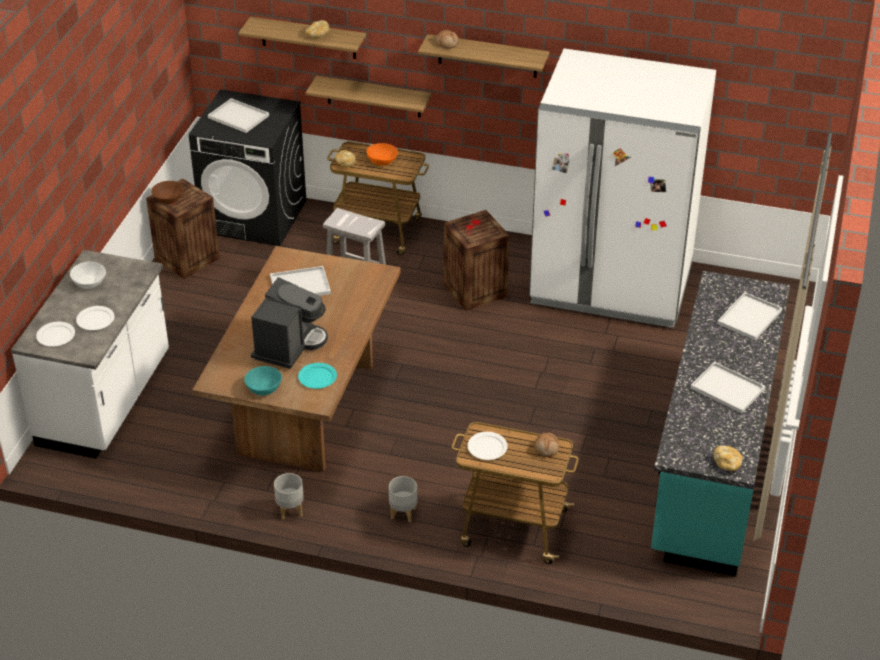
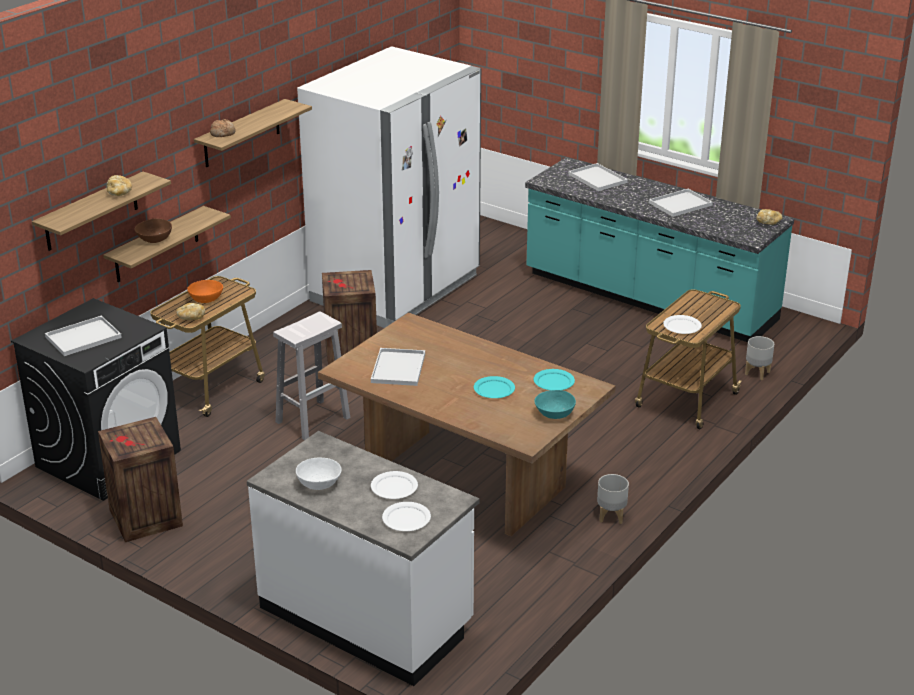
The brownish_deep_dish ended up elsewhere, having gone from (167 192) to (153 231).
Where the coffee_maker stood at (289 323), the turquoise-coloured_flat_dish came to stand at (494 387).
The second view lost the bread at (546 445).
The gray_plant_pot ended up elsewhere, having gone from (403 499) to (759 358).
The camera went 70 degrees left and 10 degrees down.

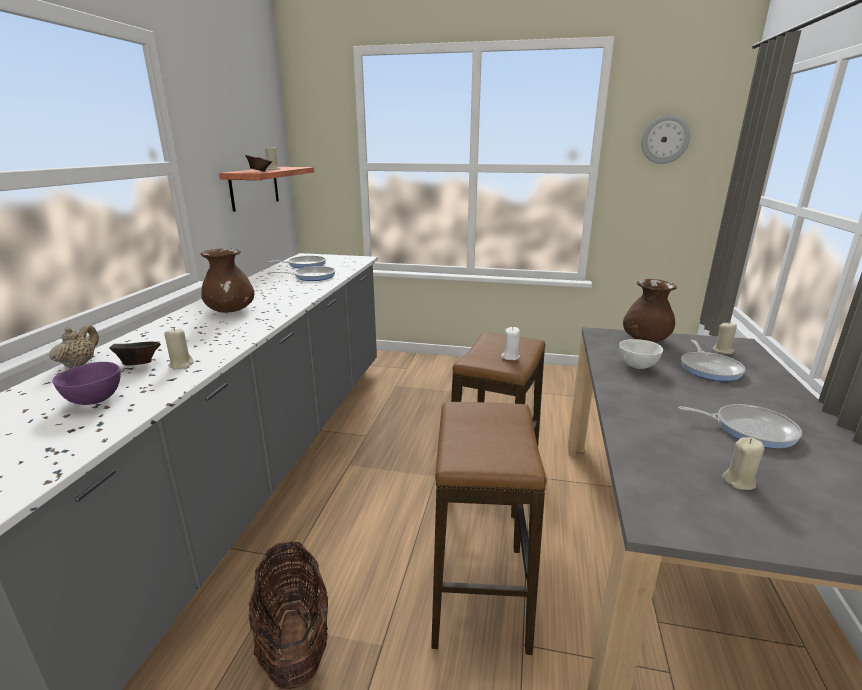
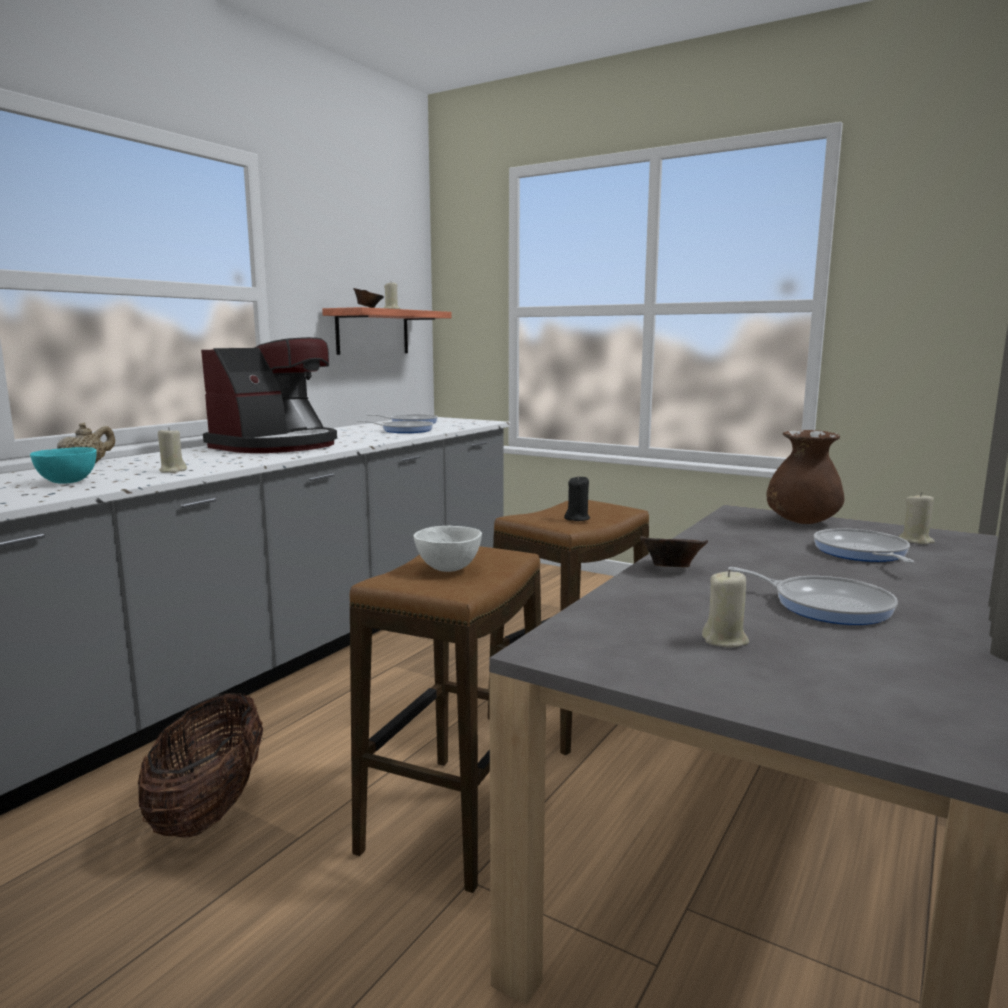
The second view lost the wall_clock at (665 139).
Where the brownish_flower_vase stood at (227 280), the coffee_maker came to stand at (269 395).
What was the white-coloured_candle at (510 343) turned into the black_candle at (577 498).
The white-coloured_deep_dish ended up elsewhere, having gone from (641 354) to (447 549).
The frying_pan at (713 360) ended up facing another way, 150 degrees clockwise from before.
The brownish_deep_dish ended up elsewhere, having gone from (135 354) to (674 551).
What was the purple-coloured_deep_dish at (86 383) turned into the turquoise-coloured_deep_dish at (63 465).
The camera went 20 degrees right and 10 degrees down.

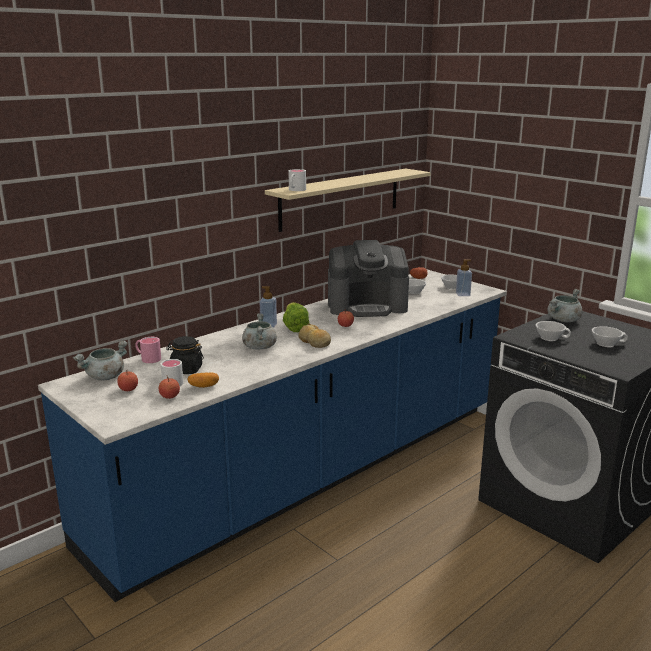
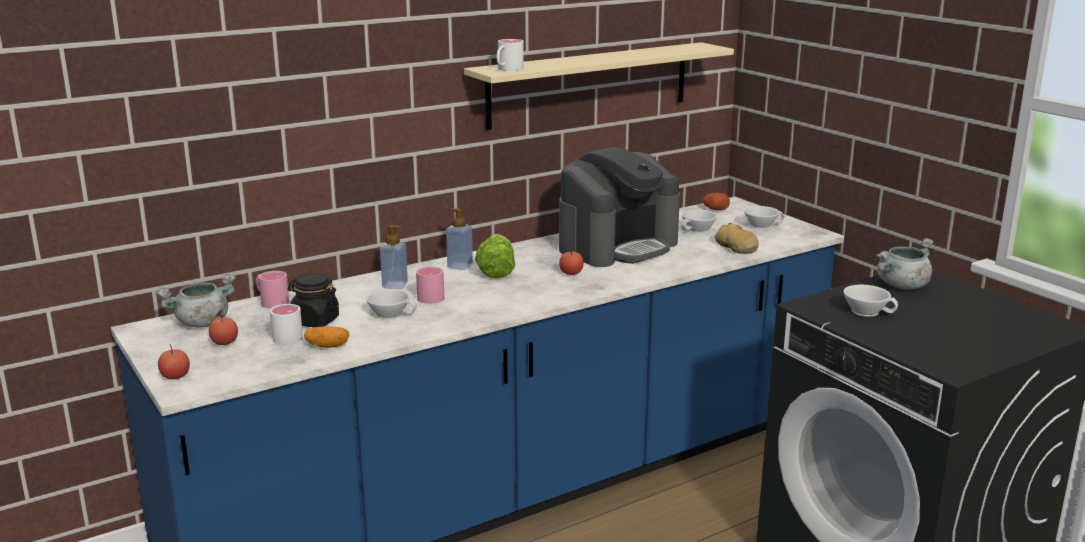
The coffee_maker at (368 278) ended up facing another way, 45 degrees counterclockwise from before.
The soap_bottle ended up elsewhere, having gone from (464 277) to (394 257).
Where the gray_cooking_pot stood at (259 331), the pink-coloured_tea_mug came to stand at (430 285).
The bread ended up elsewhere, having gone from (314 336) to (737 238).
The white-coloured_small_cup ended up elsewhere, having gone from (610 336) to (391 304).
The apple_fruit ended up elsewhere, having gone from (169 387) to (174 361).
The camera went 10 degrees right and 0 degrees up.

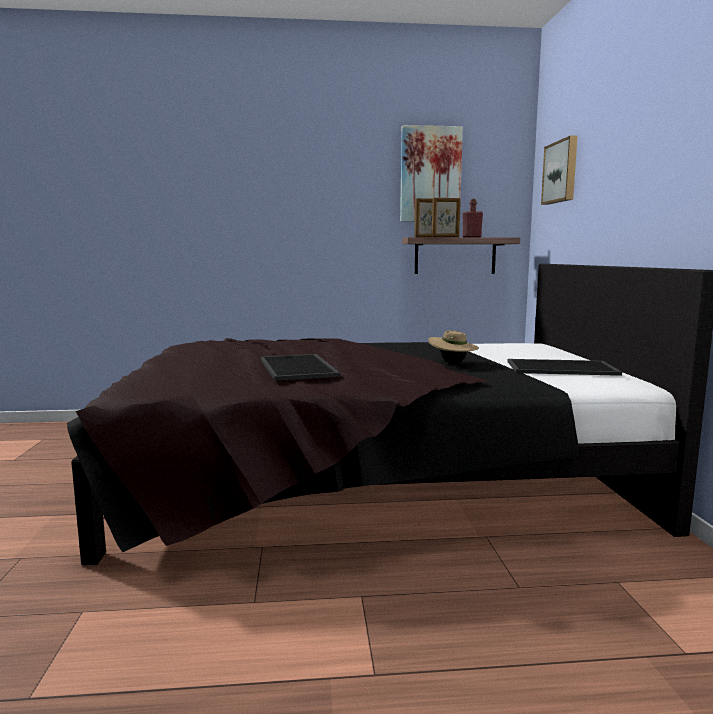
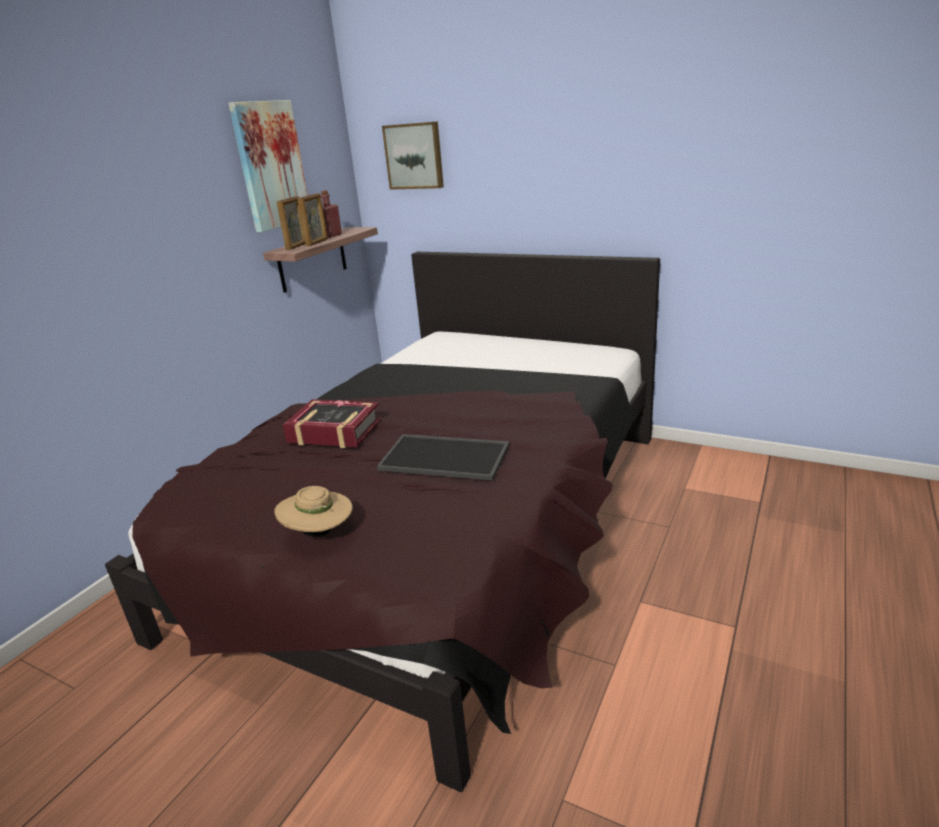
The sand-coloured_hat ended up elsewhere, having gone from (453 347) to (313 511).
The second view lost the serving_tray at (565 367).
The second view gained the book at (332 423).
The camera went 55 degrees left and 15 degrees up.

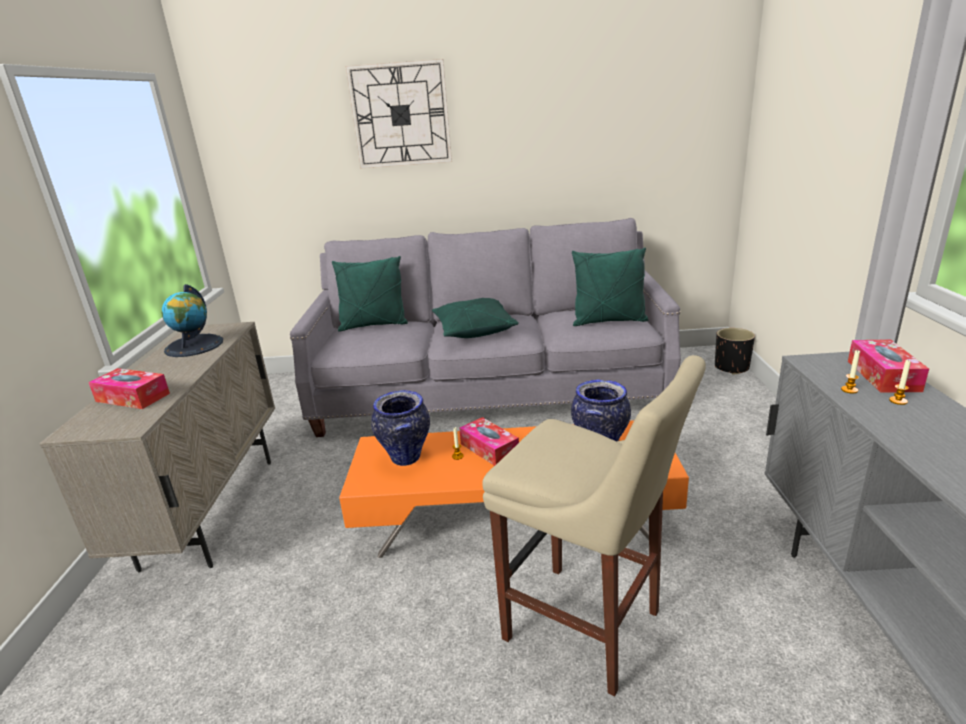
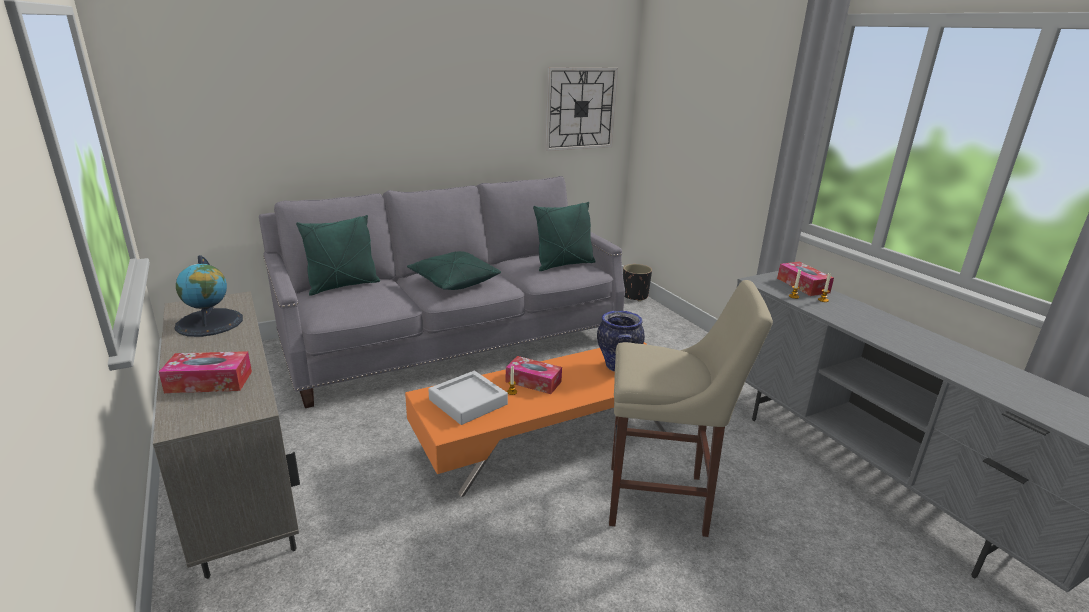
The wall_clock ended up elsewhere, having gone from (399 114) to (581 109).
Where the flower_vase stood at (400 428), the gray_serving_tray came to stand at (468 398).
The camera went 30 degrees left and 0 degrees up.

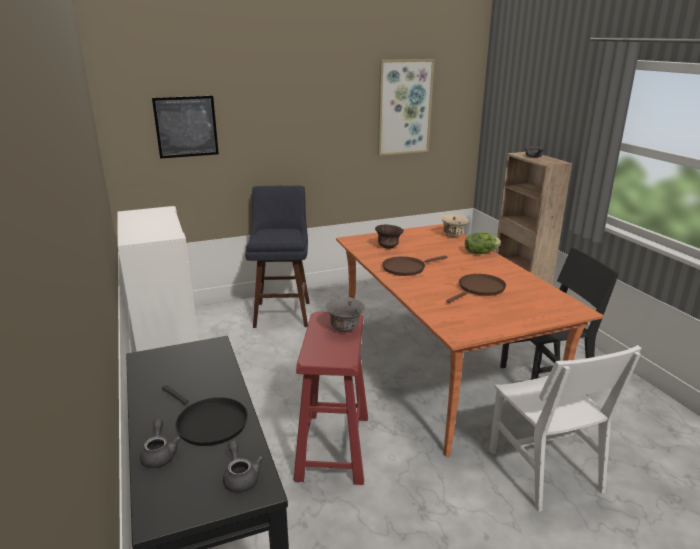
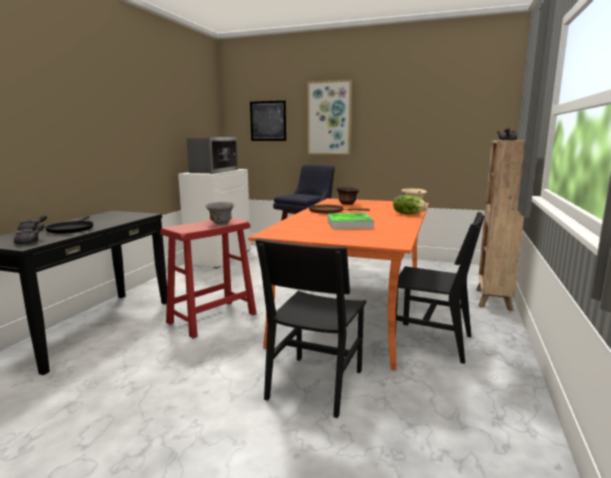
The picture ended up elsewhere, having gone from (406 107) to (330 117).
Where the brownish_frying_pan stood at (476 288), the serving_tray came to stand at (350 221).
What was the white-coloured_plain_chair at (565 428) turned into the black_plain_chair at (310 328).
The second view gained the microwave_oven at (212 155).
The camera went 40 degrees right and 10 degrees down.

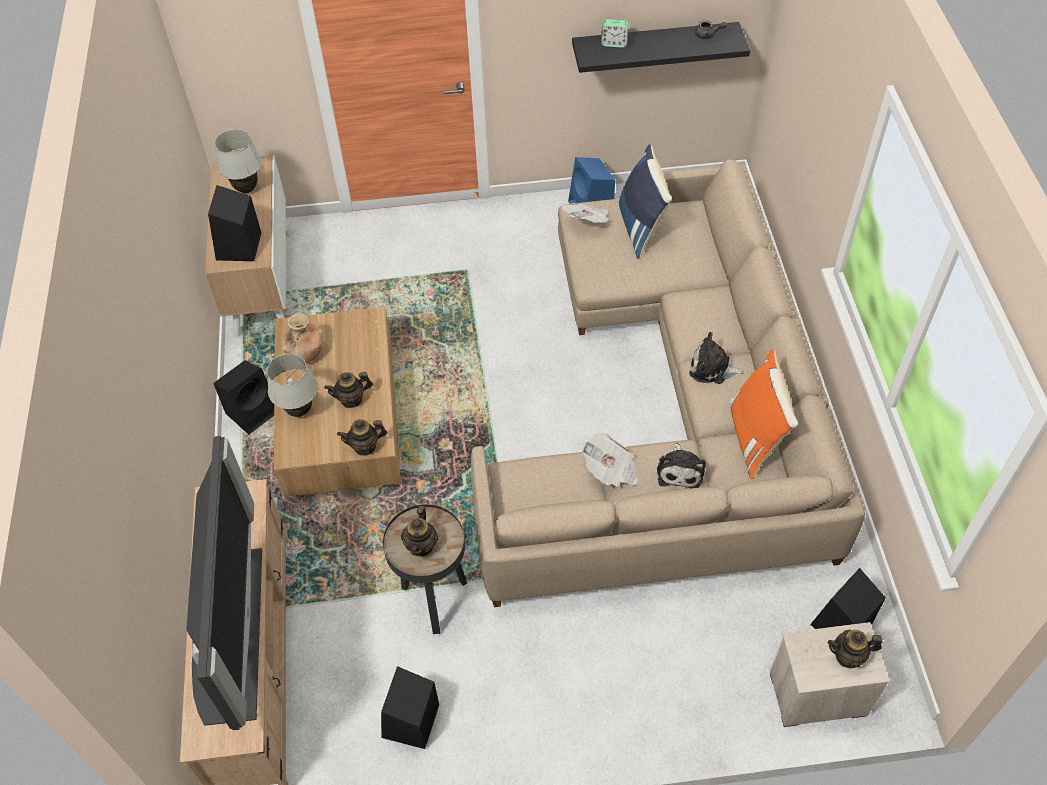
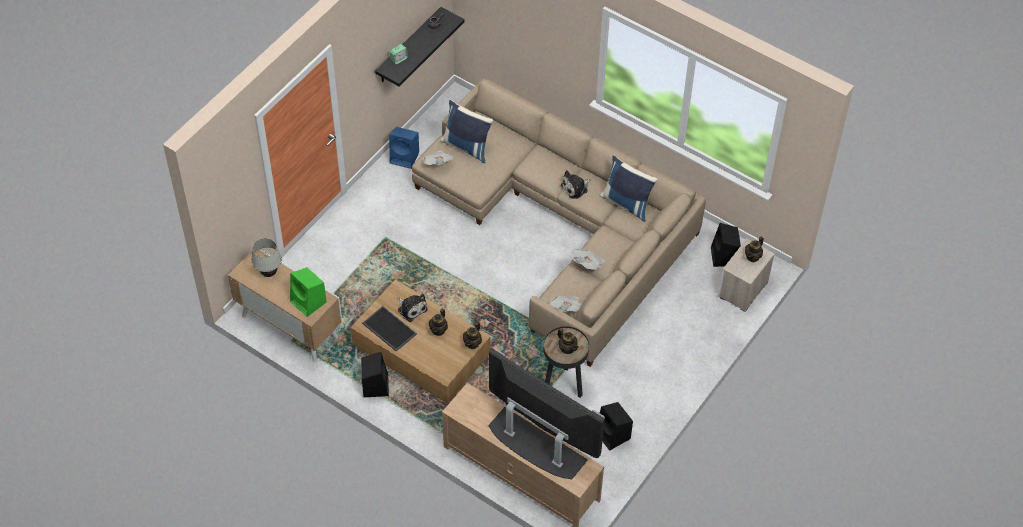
What was the black_audio_speaker at (234 223) turned into the green_audio_speaker at (308 292).
Where the brownish_flower_vase stood at (302 338), the serving_tray came to stand at (389 329).
What was the orange-coloured_pillow at (763 414) turned into the bluish_pillow at (628 188).
The second view lost the white-coloured_lamp_for_a_table at (292 385).
The cuddly_toy ended up elsewhere, having gone from (681 465) to (412 308).
The second view gained the newspaper at (566 303).
The camera went 50 degrees left and 0 degrees up.

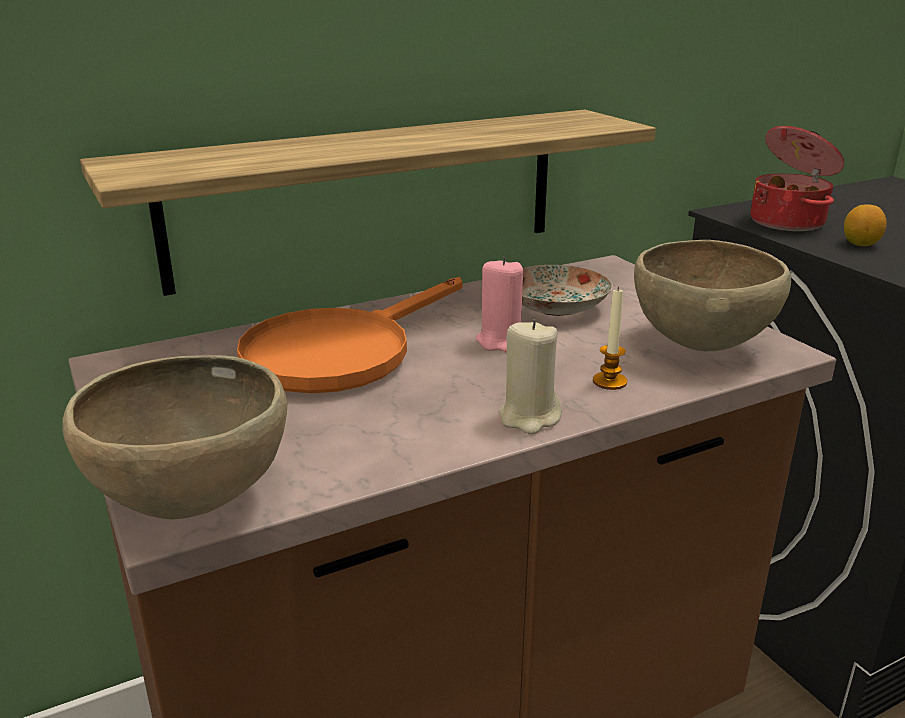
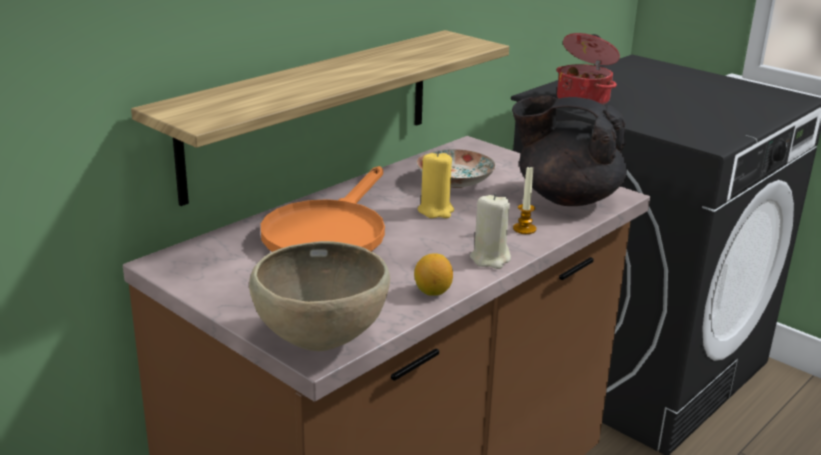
The citrus_fruit ended up elsewhere, having gone from (865 225) to (433 274).
Where the brownish_deep_dish stood at (712 295), the black_teapot came to stand at (569 150).
What was the pink-coloured_candle at (499 304) turned into the yellow_candle at (436 184).
The camera went 20 degrees left and 0 degrees up.

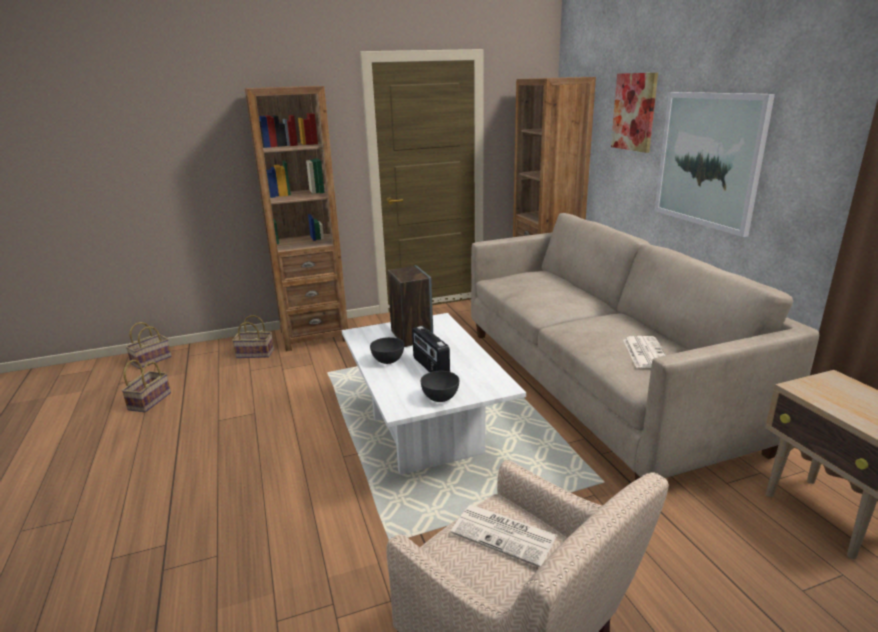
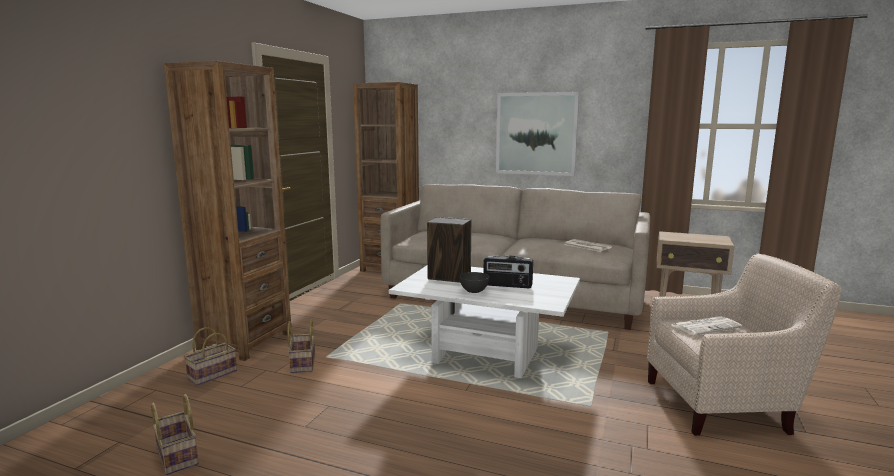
The second view lost the picture at (634 113).
The household_basket ended up elsewhere, having gone from (148 345) to (301 346).
The second view lost the gray_deep_dish at (440 386).
The camera went 50 degrees left and 10 degrees down.

